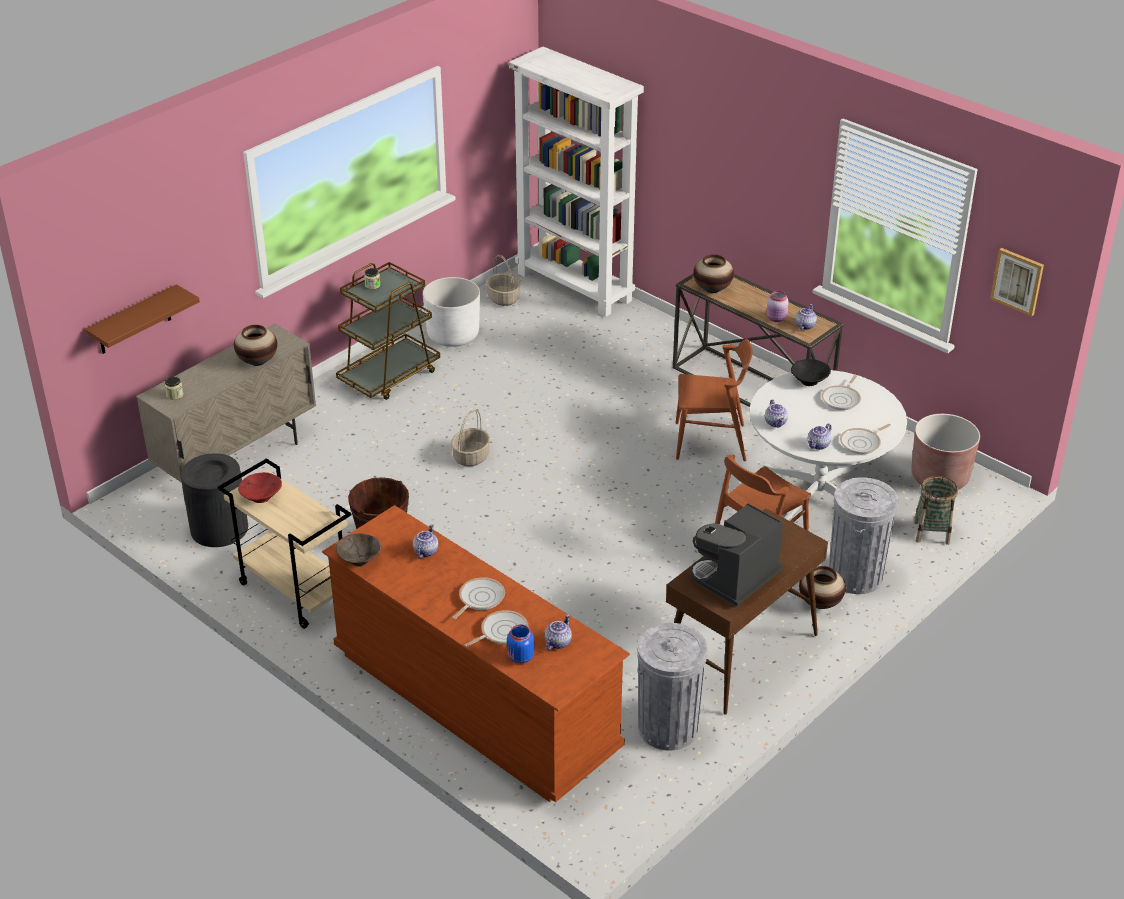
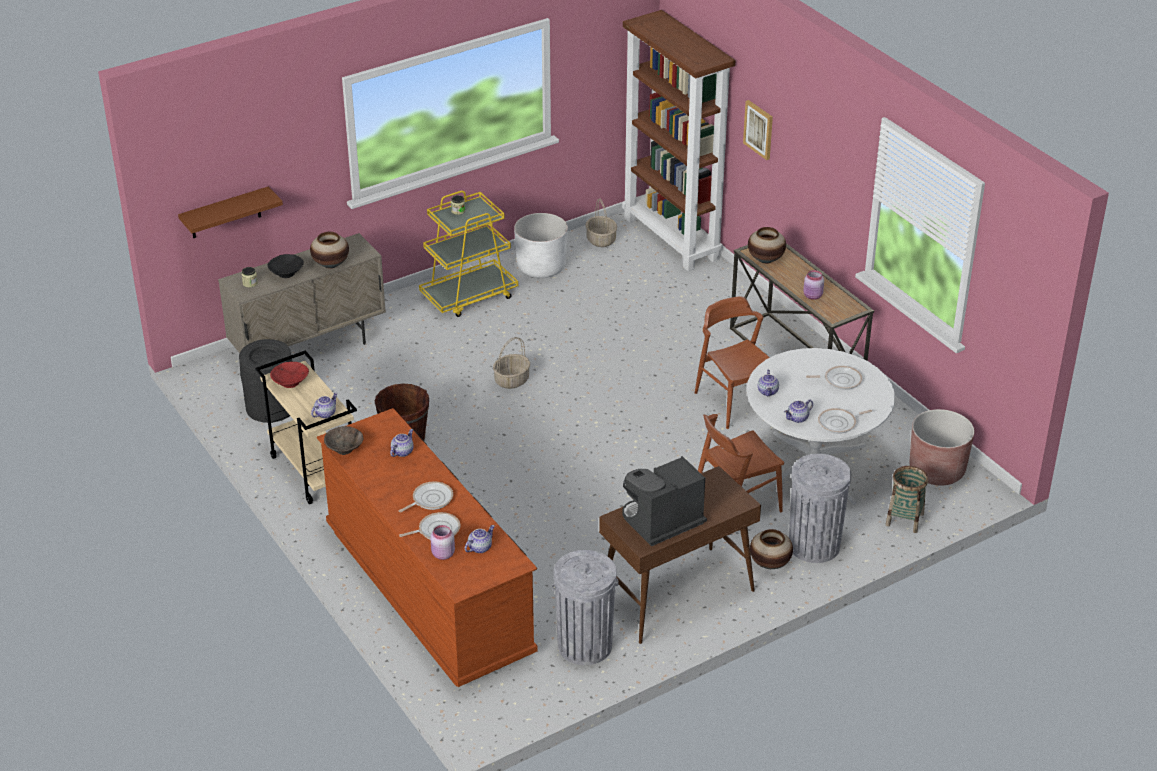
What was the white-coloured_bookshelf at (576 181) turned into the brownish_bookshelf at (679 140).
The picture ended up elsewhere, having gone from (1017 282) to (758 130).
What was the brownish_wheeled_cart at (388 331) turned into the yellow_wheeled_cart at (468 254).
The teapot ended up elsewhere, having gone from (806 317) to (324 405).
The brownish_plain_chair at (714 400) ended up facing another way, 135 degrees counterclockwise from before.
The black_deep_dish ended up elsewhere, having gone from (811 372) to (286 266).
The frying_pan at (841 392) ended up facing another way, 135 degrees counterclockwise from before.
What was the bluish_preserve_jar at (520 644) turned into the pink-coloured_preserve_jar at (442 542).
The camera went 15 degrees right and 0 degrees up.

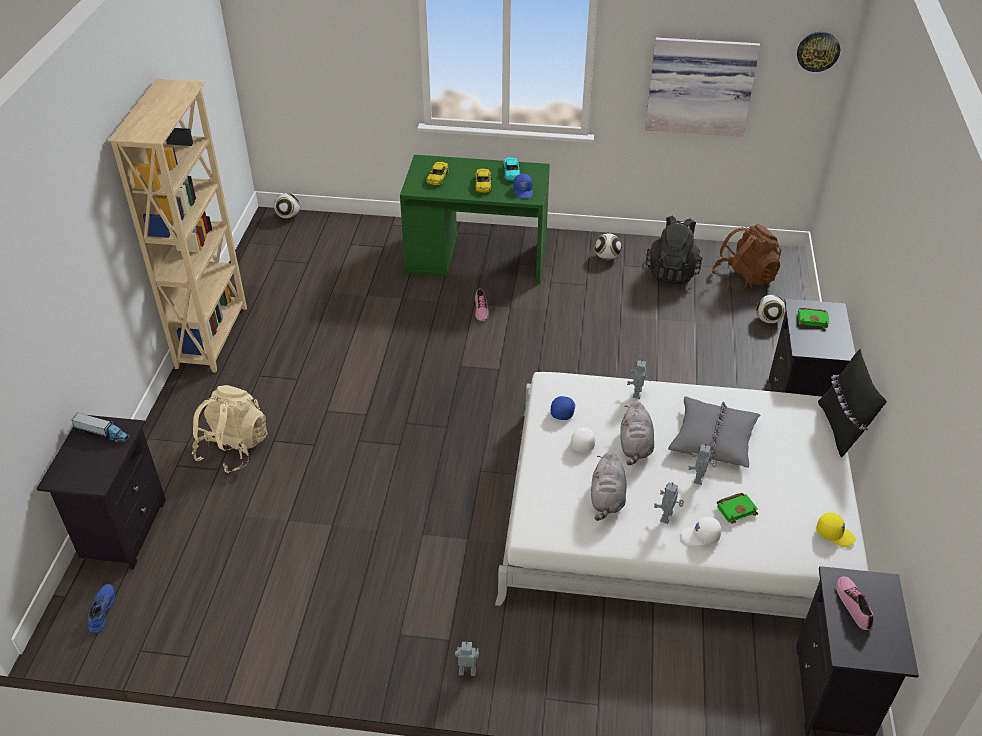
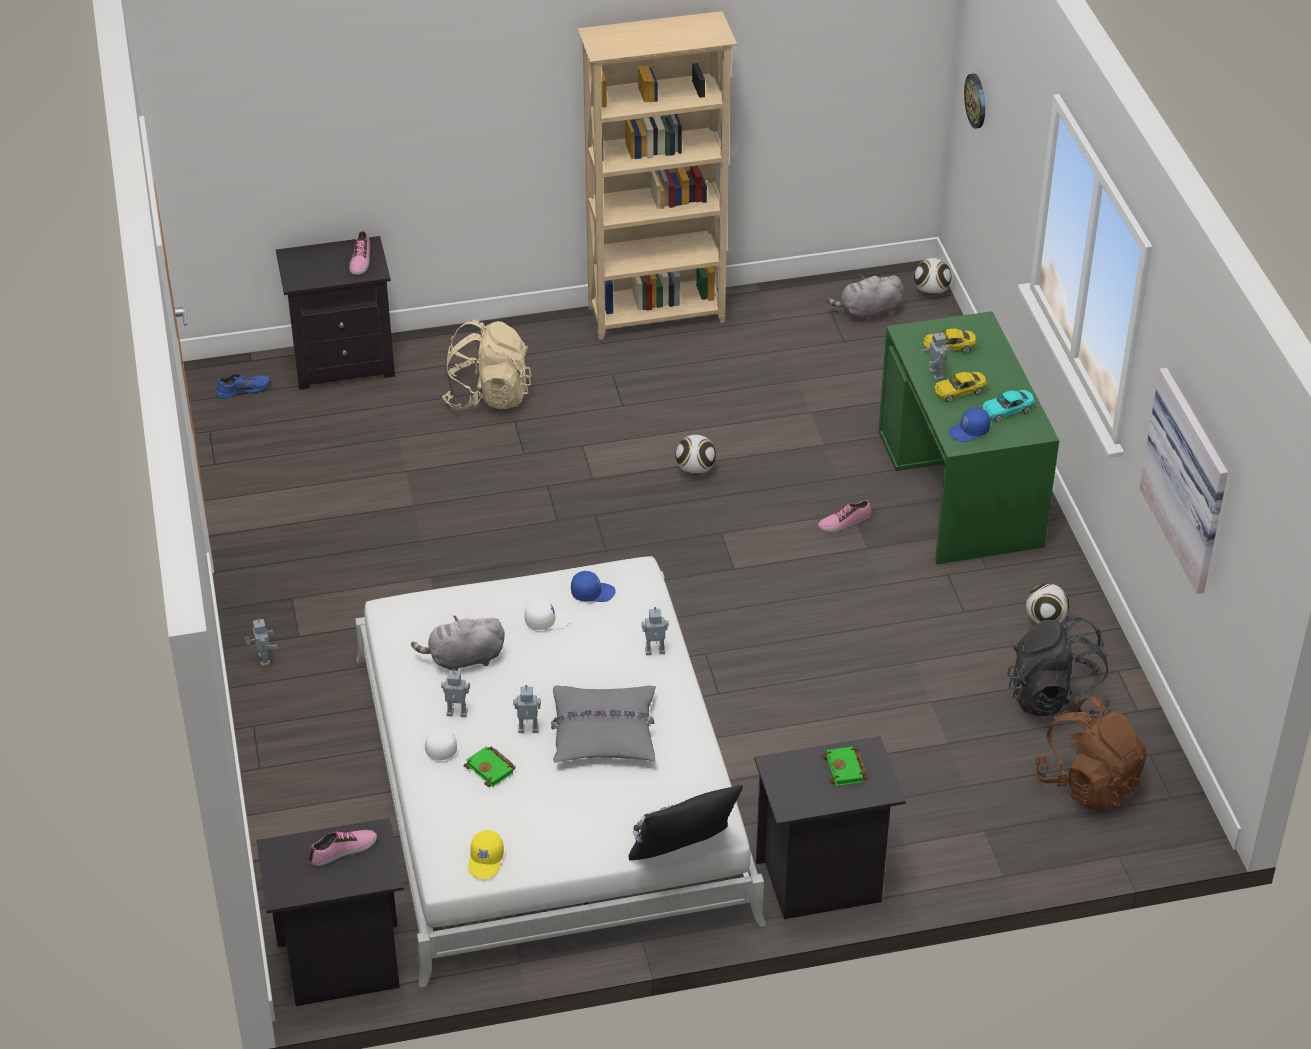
The wall_clock ended up elsewhere, having gone from (818 52) to (974 101).
The football_ball ended up elsewhere, having gone from (771 309) to (695 455).
The gray_cuddly_toy ended up elsewhere, having gone from (637 433) to (865 298).
Where the model_truck stood at (100 428), the low_shoe came to stand at (359 252).
The second view gained the model_robot at (937 355).
The camera went 70 degrees right and 0 degrees up.

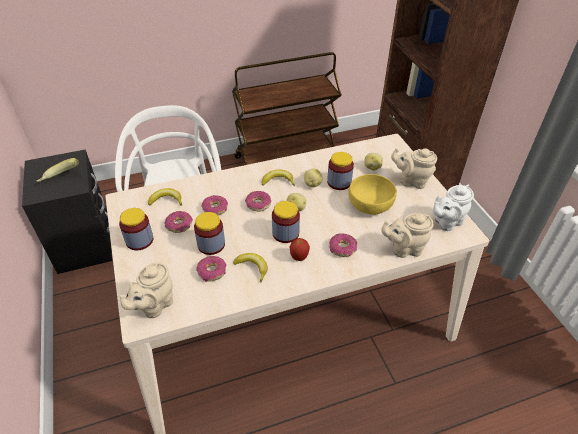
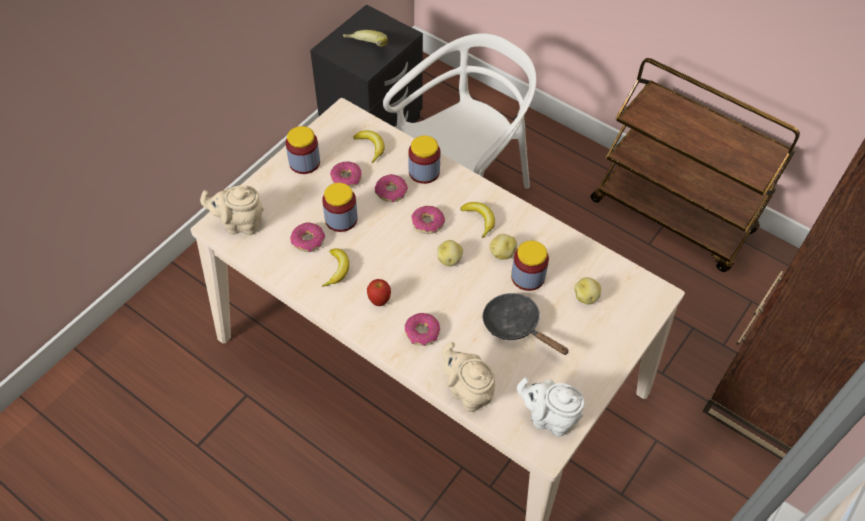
The second view lost the sand-coloured_teapot at (414 168).
Where the yellow_deep_dish stood at (372 194), the black_frying_pan came to stand at (526 324).
The preserve_jar ended up elsewhere, having gone from (286 222) to (424 160).
The camera went 55 degrees right and 10 degrees up.

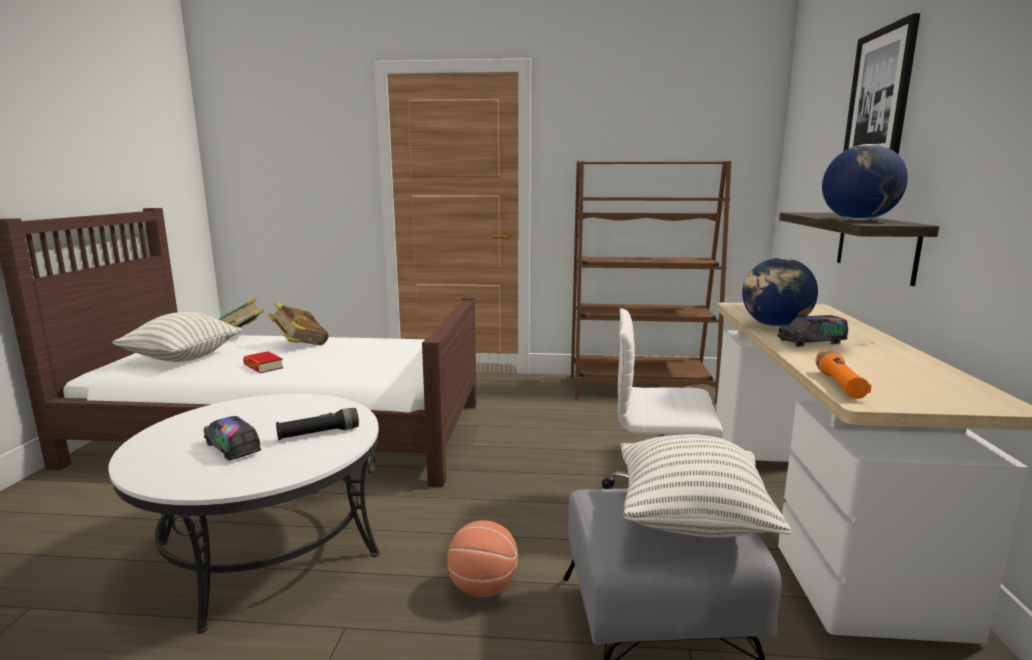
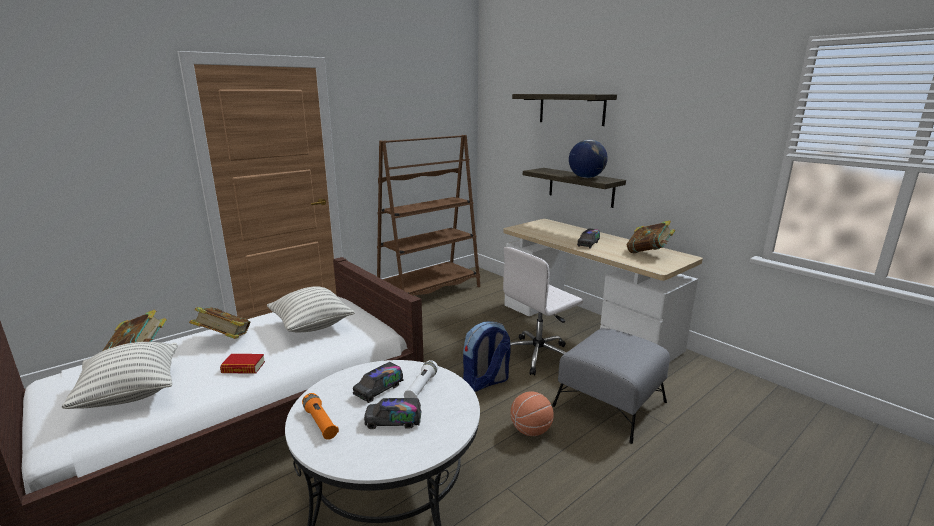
Where the picture hung at (881 84), the shelf came to hang at (564 110).
The second view lost the globe at (780 292).
The orange-coloured_torch ended up elsewhere, having gone from (844 374) to (320 416).
What was the black_torch at (317 424) turned into the white-coloured_torch at (421 379).
The pillow ended up elsewhere, having gone from (706 486) to (311 309).
The second view gained the book at (651 236).
The second view gained the knapsack at (487 356).
The second view gained the model_truck at (378 382).
The camera went 45 degrees left and 5 degrees up.

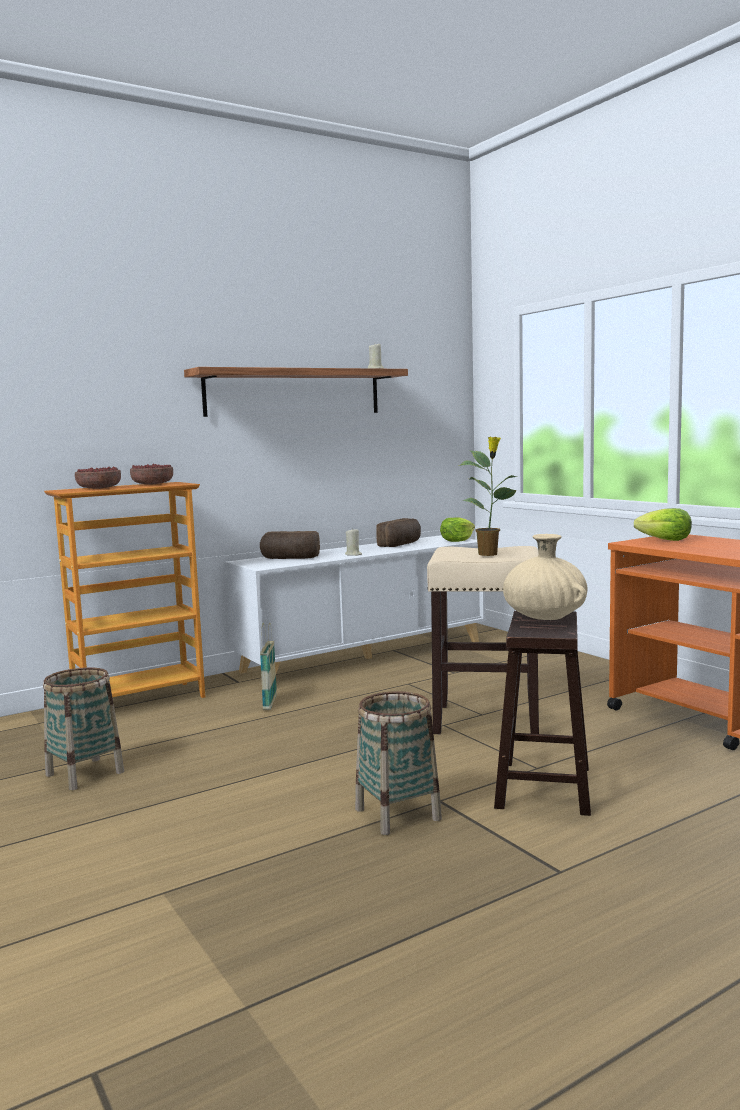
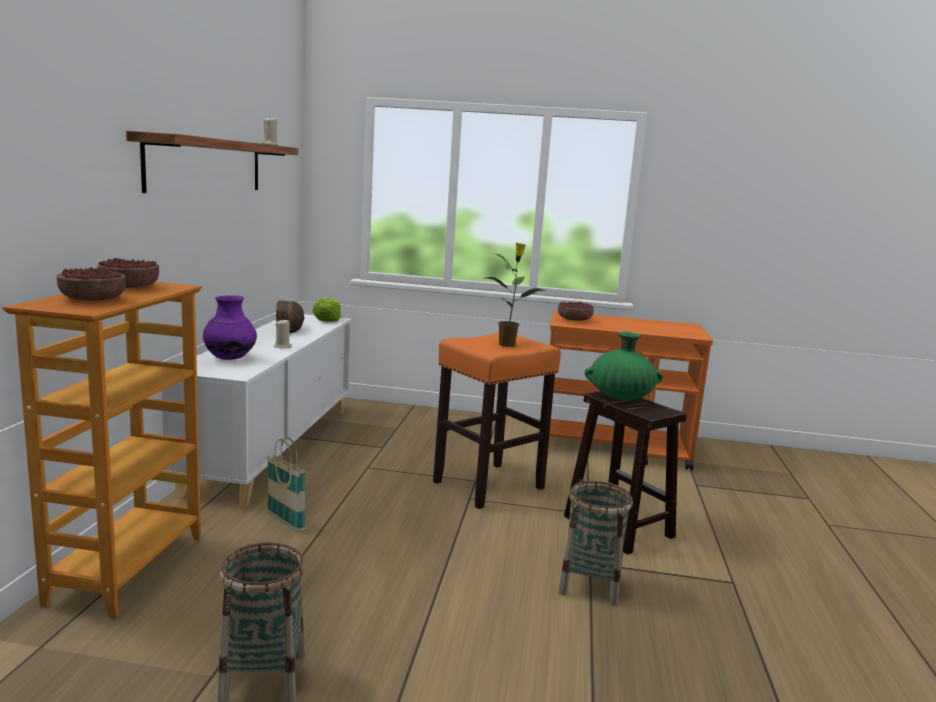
Where the lettuce stood at (663 524), the deep_dish came to stand at (576 311).
Where the bread stood at (290 545), the purple-coloured_flower_vase came to stand at (230 327).
What was the sand-coloured_flower_vase at (545 577) turned into the green_flower_vase at (624 366).
What was the sand-coloured_stool at (483 640) turned into the orange-coloured_stool at (497 421).
The camera went 50 degrees left and 5 degrees up.

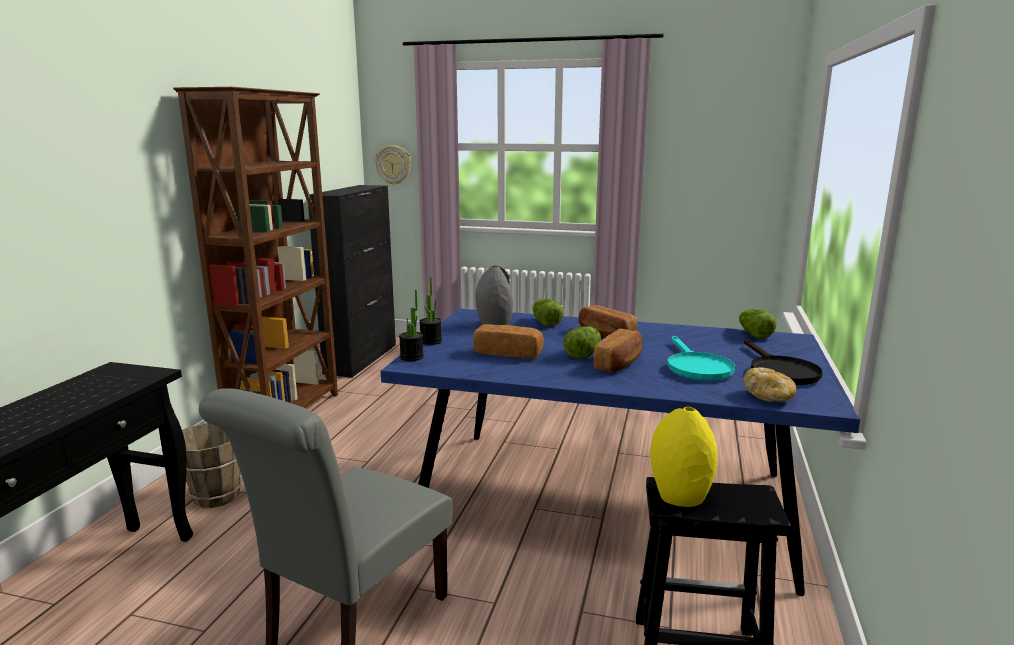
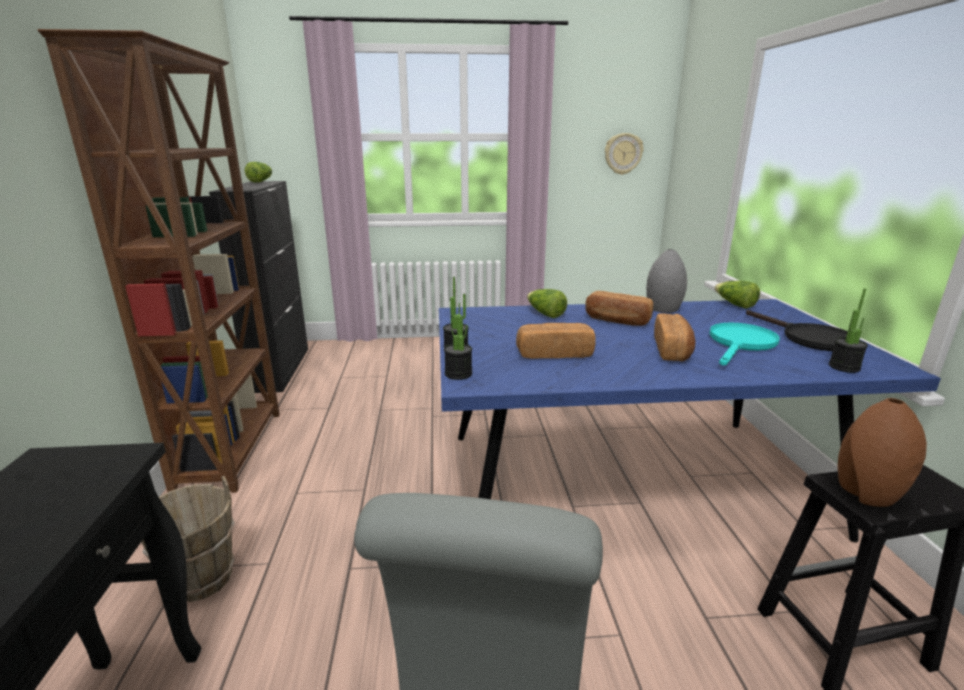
The wall_clock ended up elsewhere, having gone from (393 165) to (624 154).
The gray_flower_vase ended up elsewhere, having gone from (494 295) to (666 281).
The lettuce ended up elsewhere, having gone from (582 342) to (258 172).
The turquoise-coloured_frying_pan at (701 358) ended up facing another way, 120 degrees counterclockwise from before.
Where the bread stood at (770 384), the potted_plant came to stand at (848 330).
What was the yellow_flower_vase at (684 457) turned into the brownish_flower_vase at (882 452).
The camera went 20 degrees left and 5 degrees up.

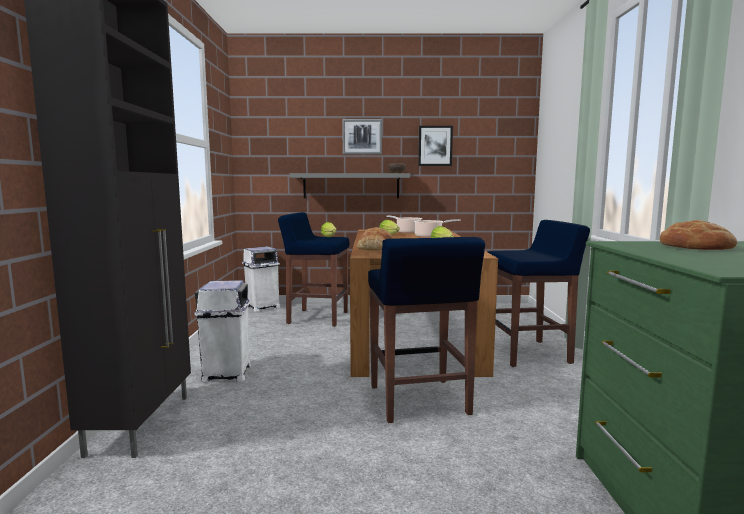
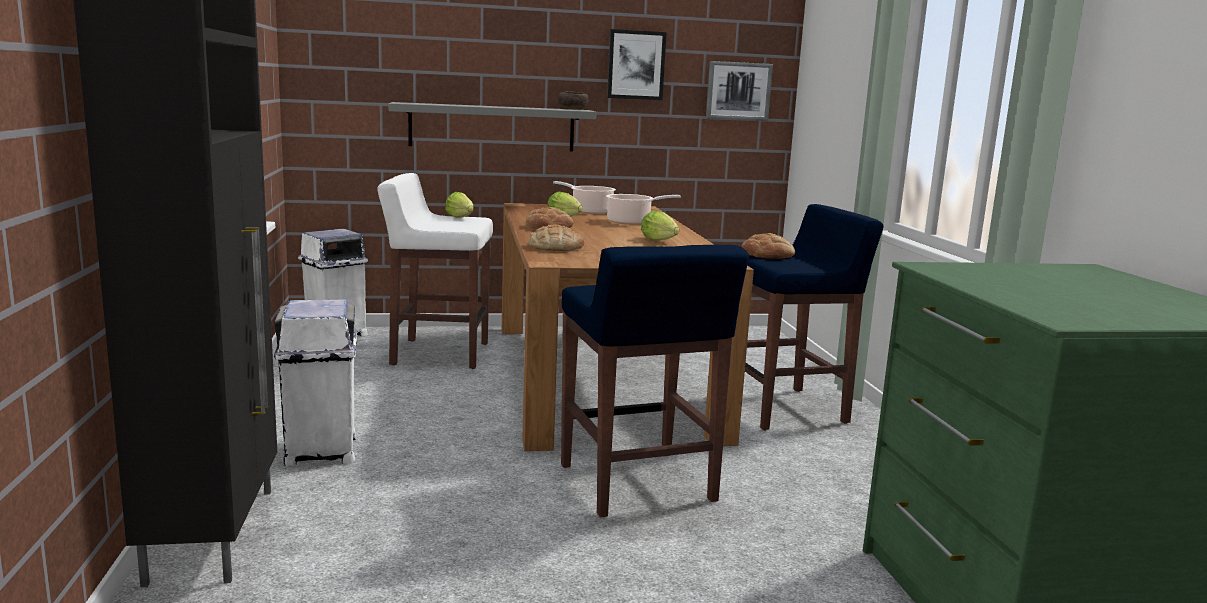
The picture ended up elsewhere, having gone from (362 136) to (739 91).
What was the bluish_stool at (313 269) turned into the white-coloured_stool at (435 271).
The bread ended up elsewhere, having gone from (698 235) to (768 246).
The camera went 10 degrees left and 5 degrees up.

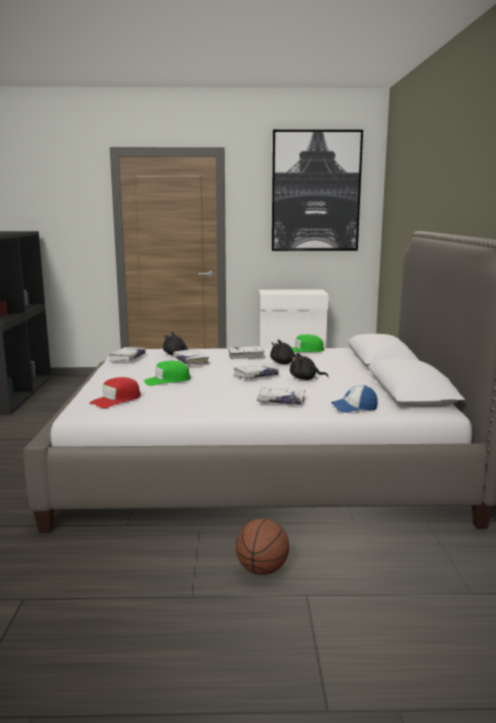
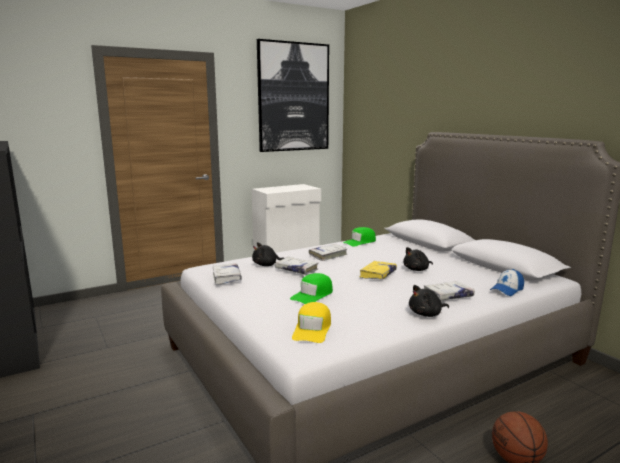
The black_cuddly_toy ended up elsewhere, having gone from (283 351) to (429 301).
What was the white-coloured_book at (256 371) turned into the yellow_book at (378 270).
What was the red-coloured_cap at (115 392) turned into the yellow_cap at (311 322).
The camera went 30 degrees left and 0 degrees up.

